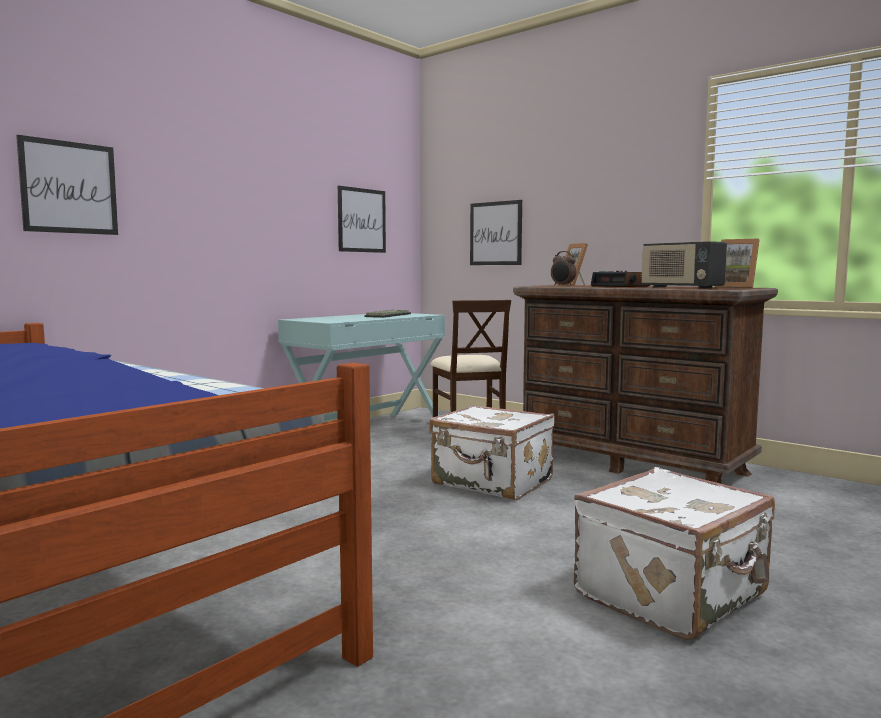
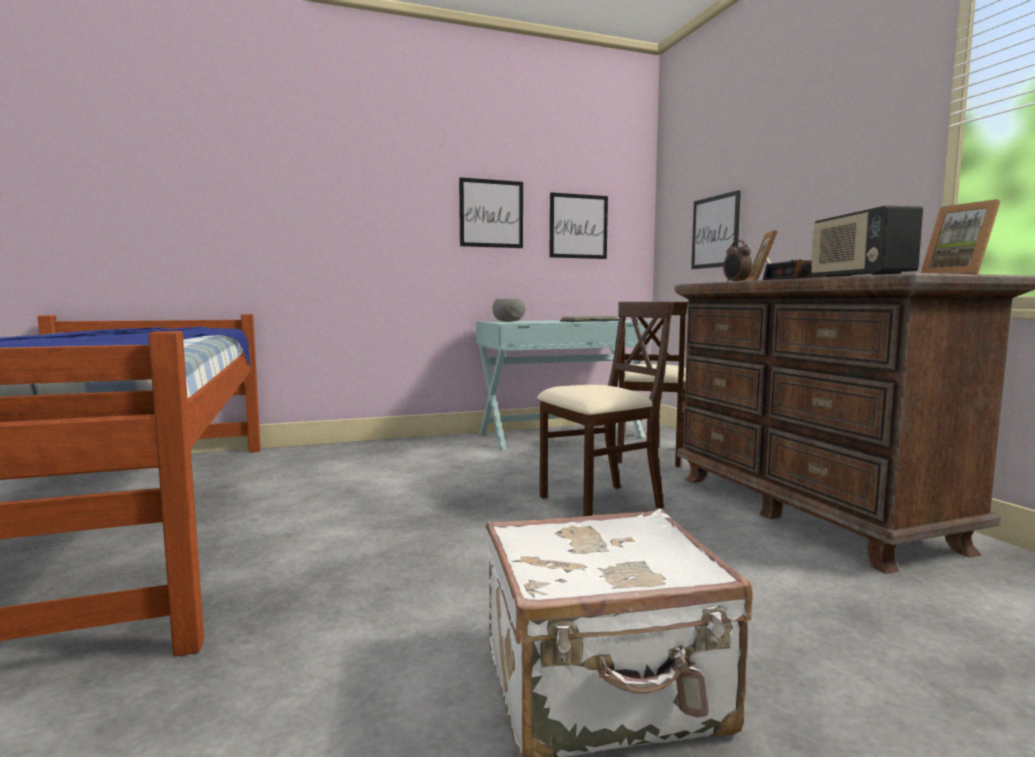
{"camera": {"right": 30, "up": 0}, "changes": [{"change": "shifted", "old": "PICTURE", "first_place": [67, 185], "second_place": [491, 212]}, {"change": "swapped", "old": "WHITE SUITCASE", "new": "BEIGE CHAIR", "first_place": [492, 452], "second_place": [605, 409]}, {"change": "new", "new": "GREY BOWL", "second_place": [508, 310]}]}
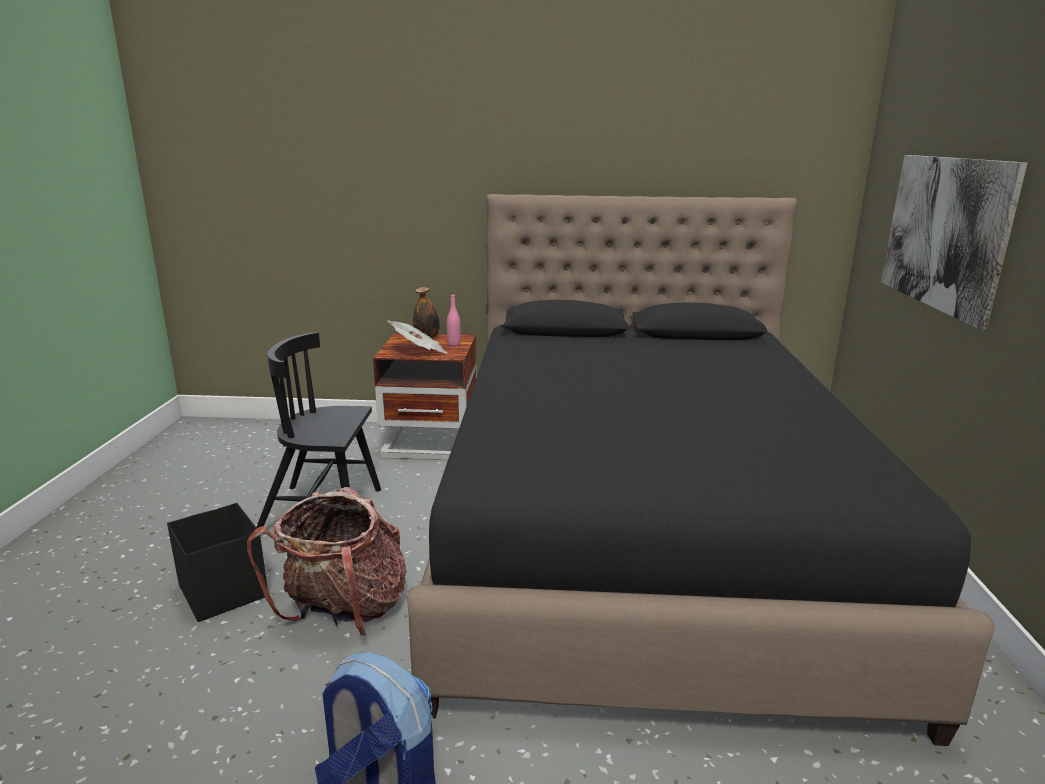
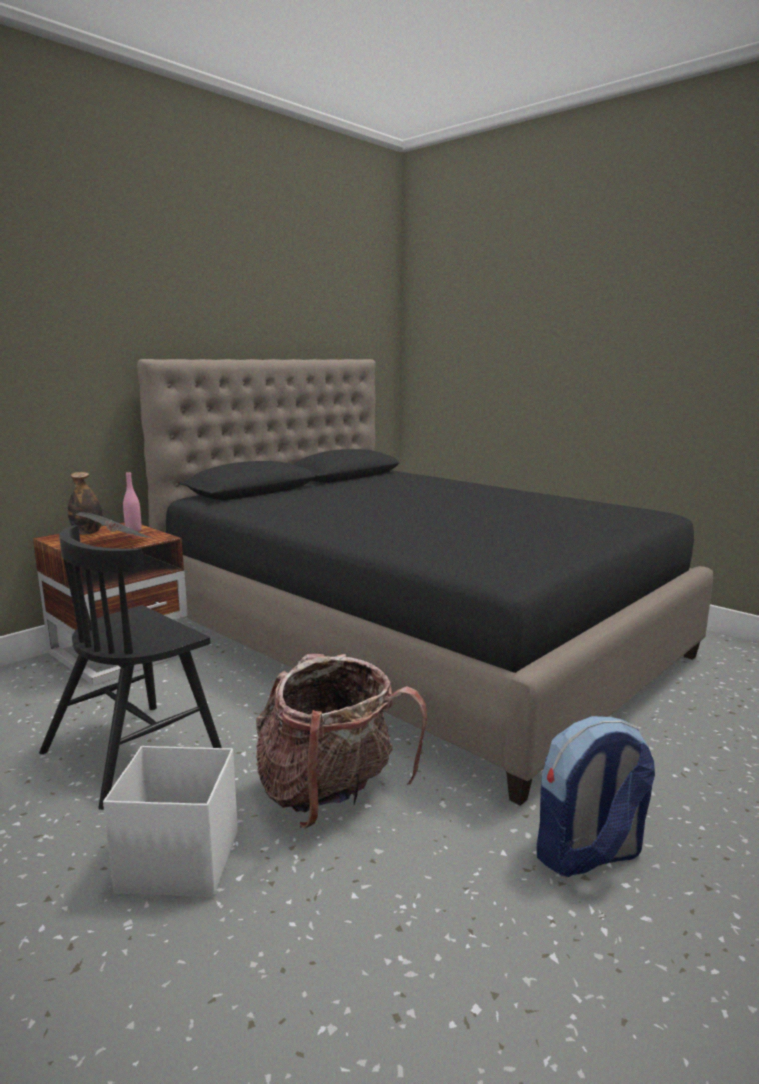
{"camera": {"right": -50, "up": -5}, "changes": [{"change": "repainted", "old": "BLACK STORAGE BOX", "new": "WHITE STORAGE BOX", "first_place": [217, 562], "second_place": [170, 821]}, {"change": "gone", "old": "PICTURE", "first_place": [954, 242]}]}
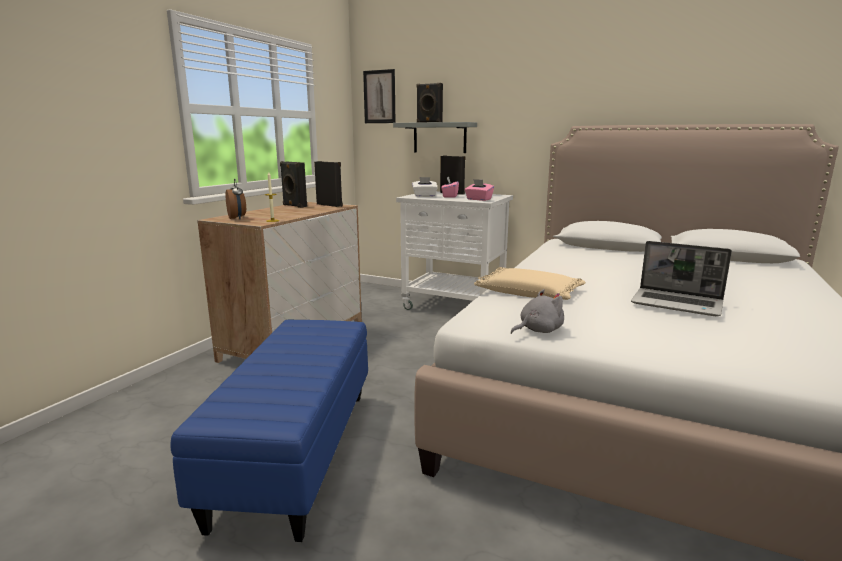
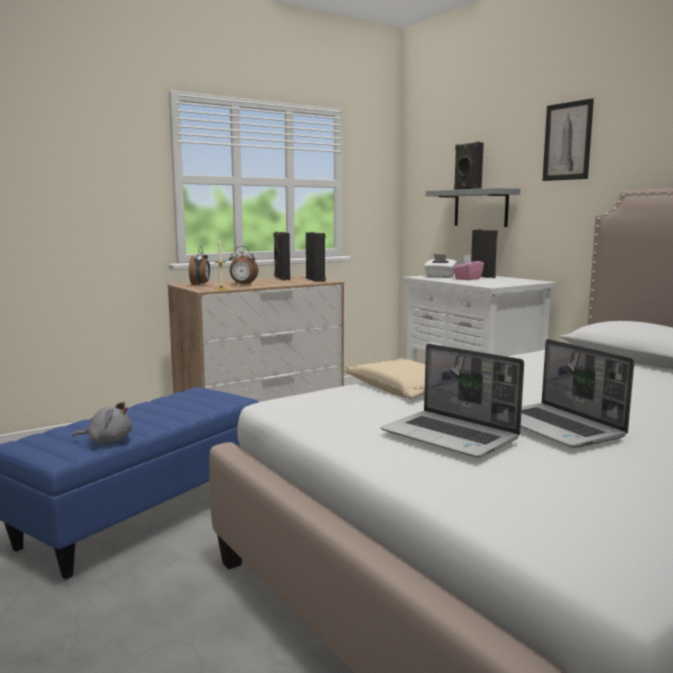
{"camera": {"right": 30, "up": -5}, "changes": [{"change": "shifted", "old": "PICTURE", "first_place": [379, 96], "second_place": [568, 139]}, {"change": "gone", "old": "PINK TISSUE BOX", "first_place": [479, 190]}, {"change": "shifted", "old": "GREY PLUSH TOY", "first_place": [537, 311], "second_place": [102, 422]}, {"change": "new", "new": "ALARM CLOCK", "second_place": [243, 265]}, {"change": "new", "new": "LAPTOP", "second_place": [452, 401]}]}
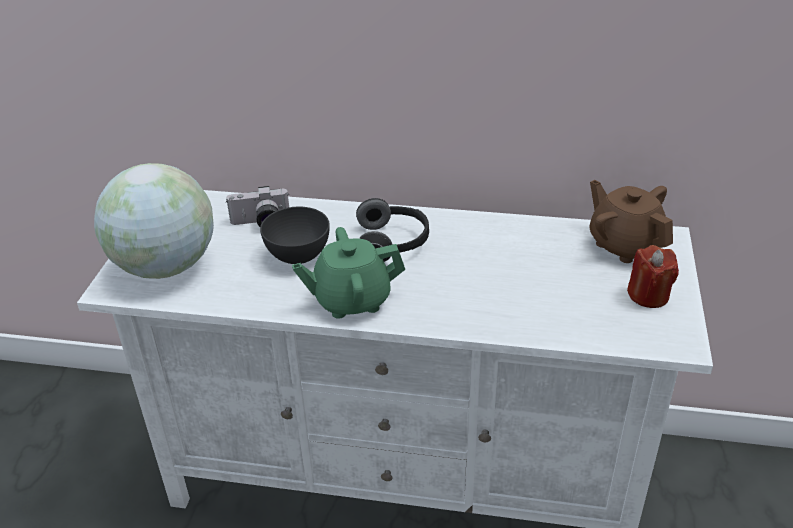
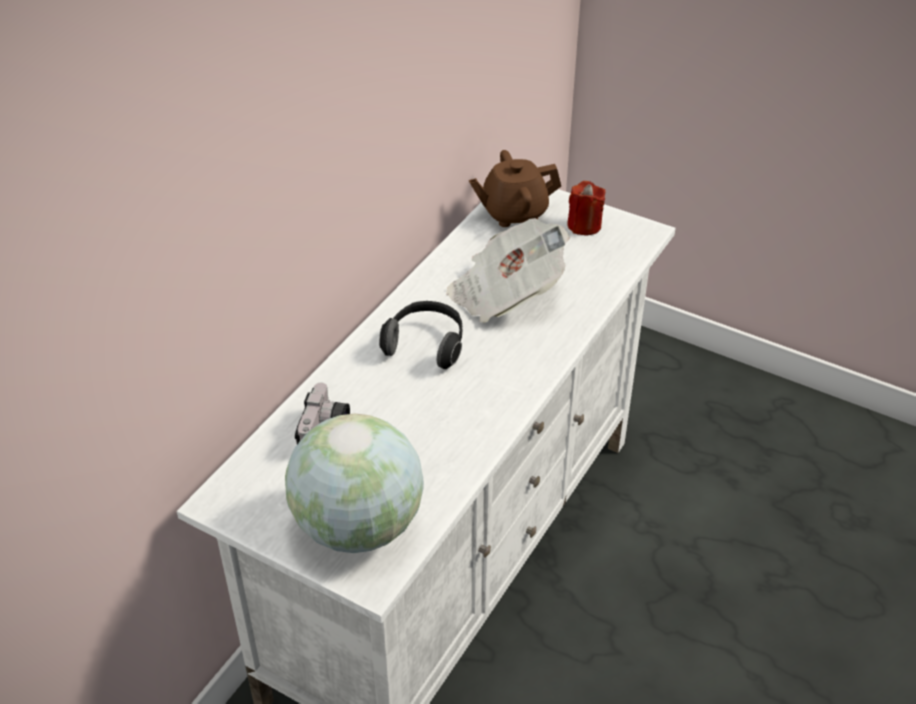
{"camera": {"right": -70, "up": 5}, "changes": [{"change": "gone", "old": "GREY BOWL", "first_place": [295, 235]}, {"change": "gone", "old": "GREEN TEAPOT", "first_place": [348, 273]}, {"change": "new", "new": "NEWSPAPER", "second_place": [508, 270]}]}
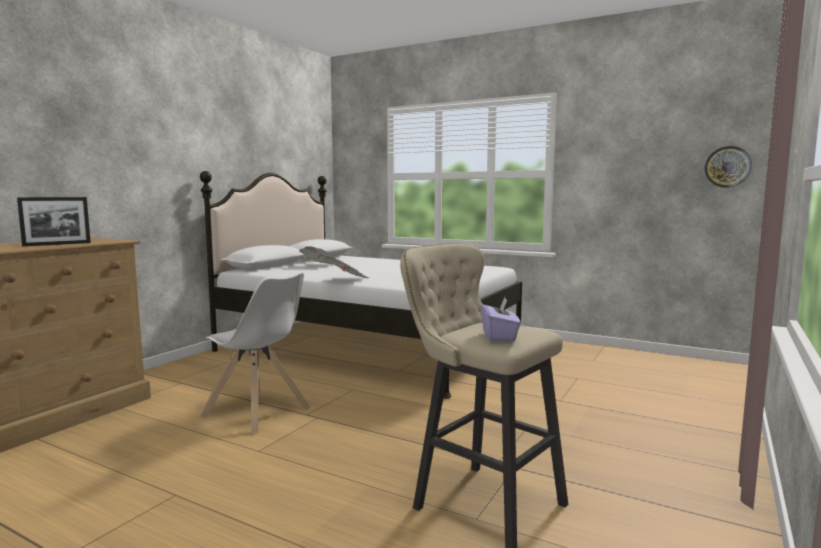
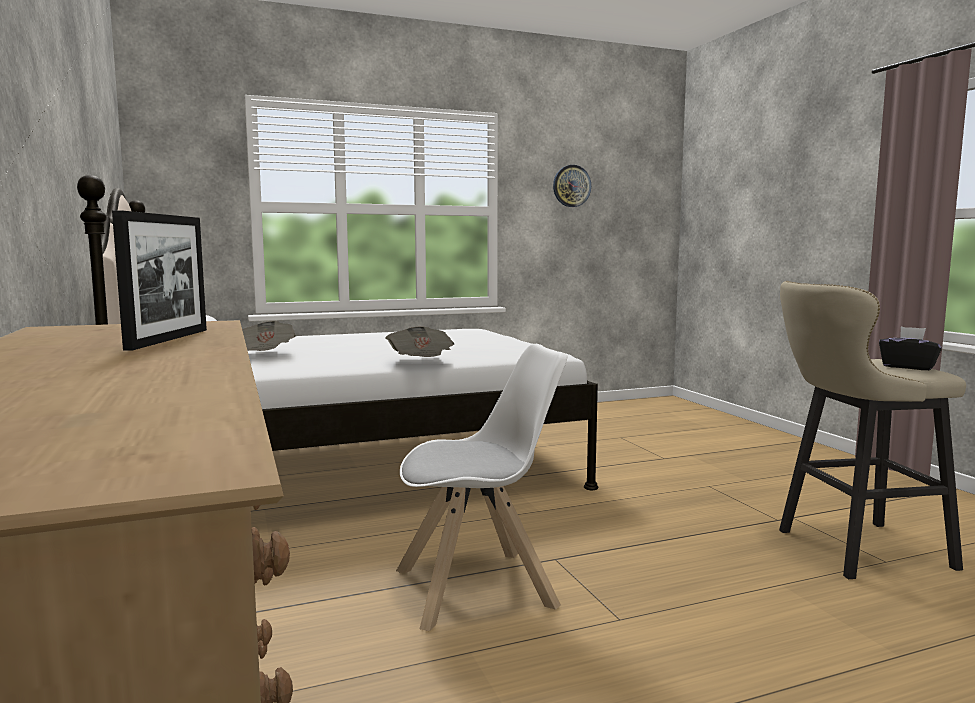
{"camera": {"right": -50, "up": 0}, "changes": [{"change": "repainted", "old": "PURPLE TISSUE BOX", "new": "BLACK TISSUE BOX", "first_place": [501, 319], "second_place": [910, 348]}, {"change": "shifted", "old": "WALL CLOCK", "first_place": [728, 167], "second_place": [572, 186]}]}
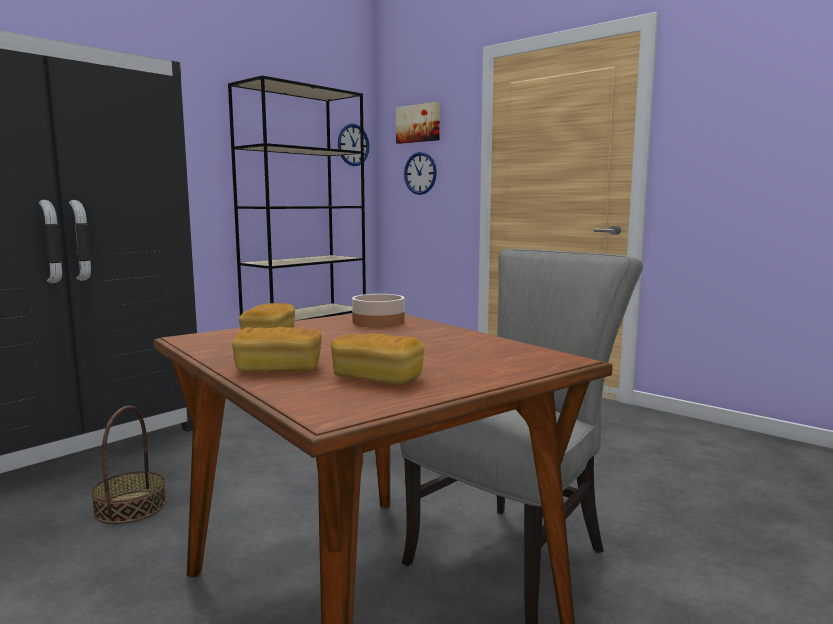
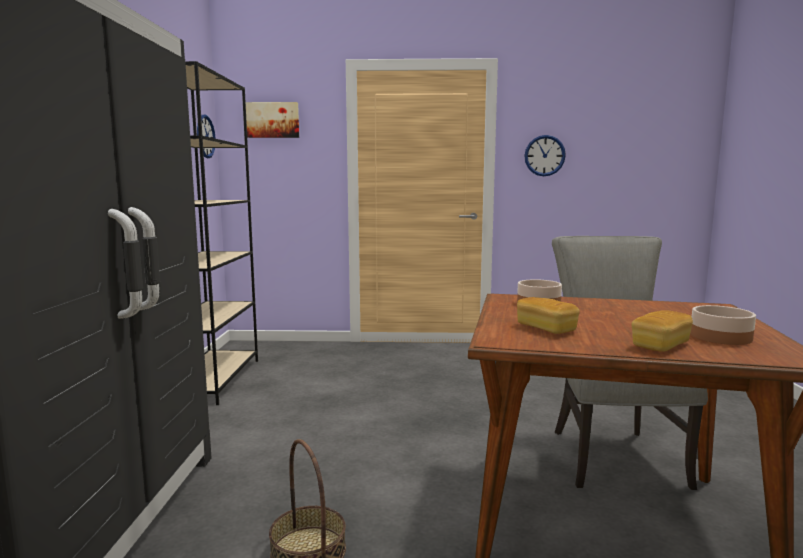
{"camera": {"right": -40, "up": 0}, "changes": [{"change": "swapped", "old": "BREAD", "new": "BOWL", "first_place": [377, 359], "second_place": [723, 325]}, {"change": "shifted", "old": "WALL CLOCK", "first_place": [420, 173], "second_place": [545, 155]}]}
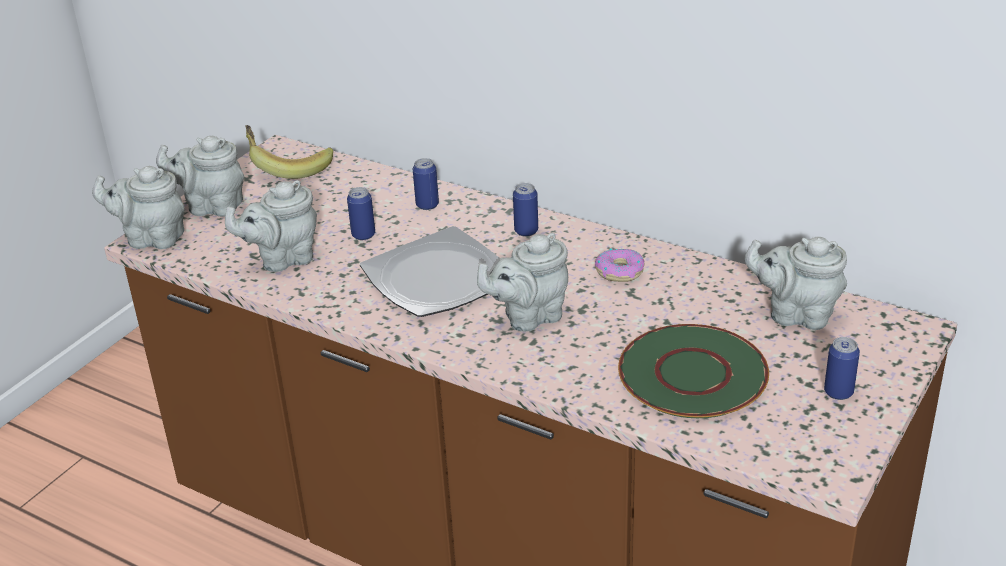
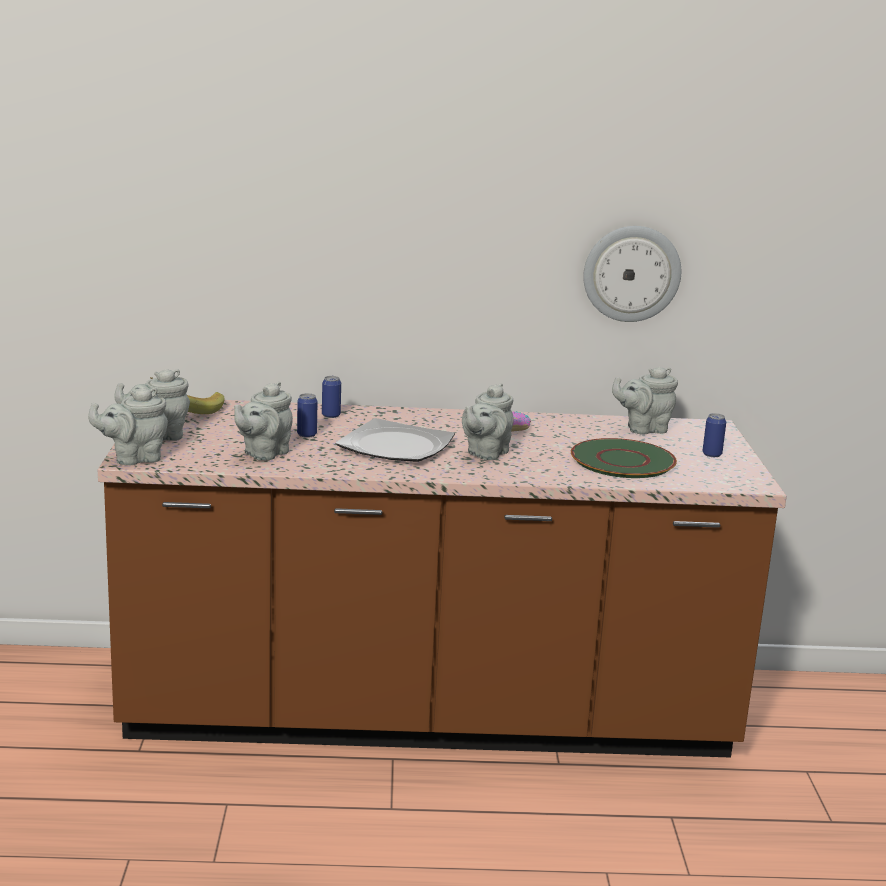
{"camera": {"right": -35, "up": -15}, "changes": [{"change": "gone", "old": "CAN", "first_place": [525, 210]}, {"change": "new", "new": "WALL CLOCK", "second_place": [632, 274]}]}
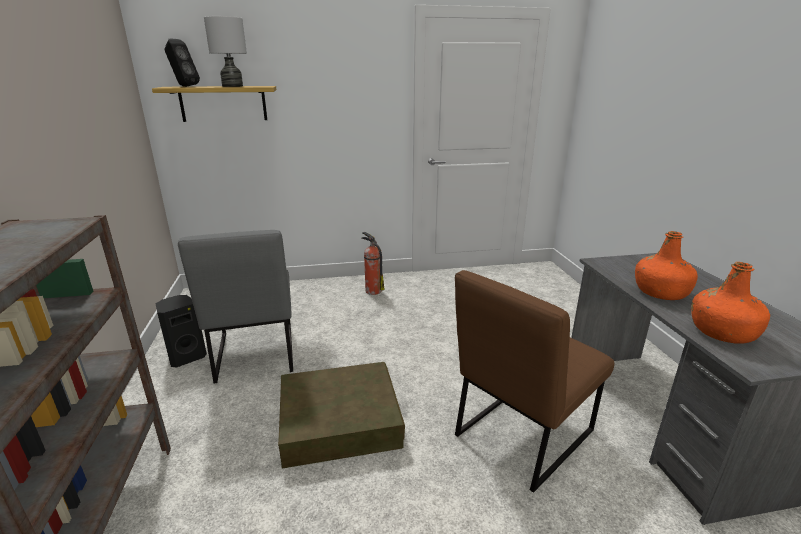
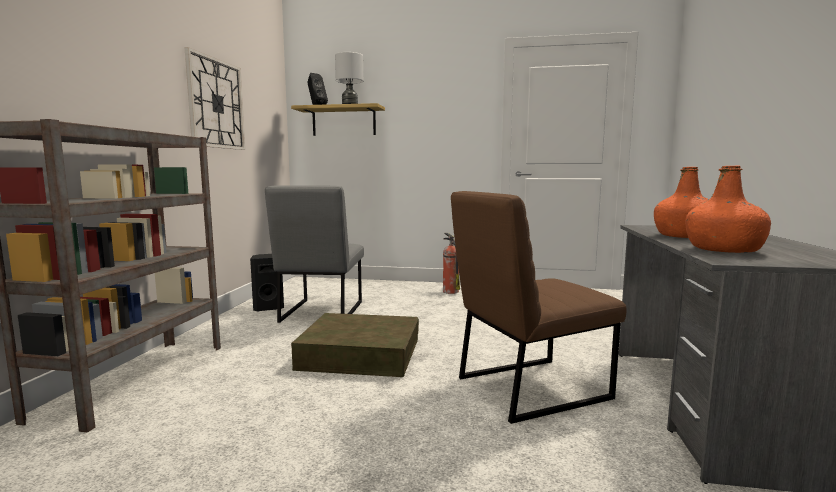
{"camera": {"right": 20, "up": -15}, "changes": [{"change": "new", "new": "WALL CLOCK", "second_place": [214, 98]}]}
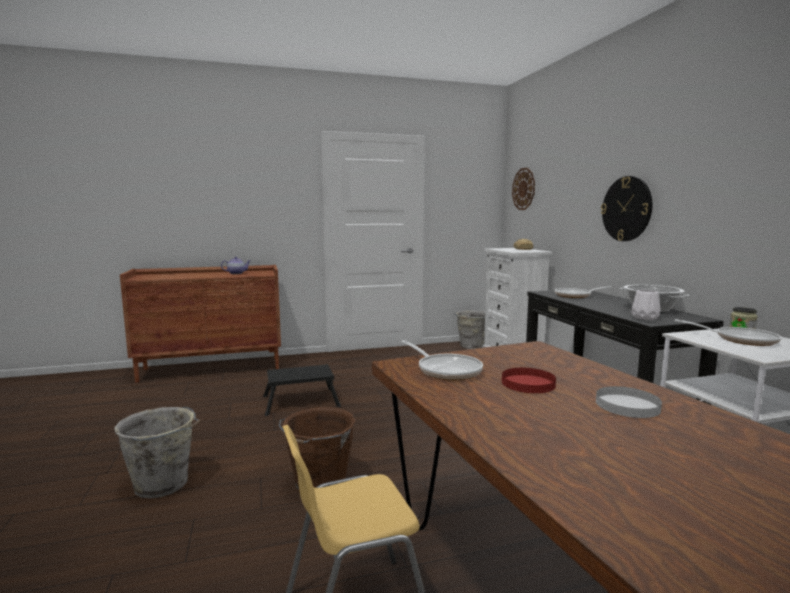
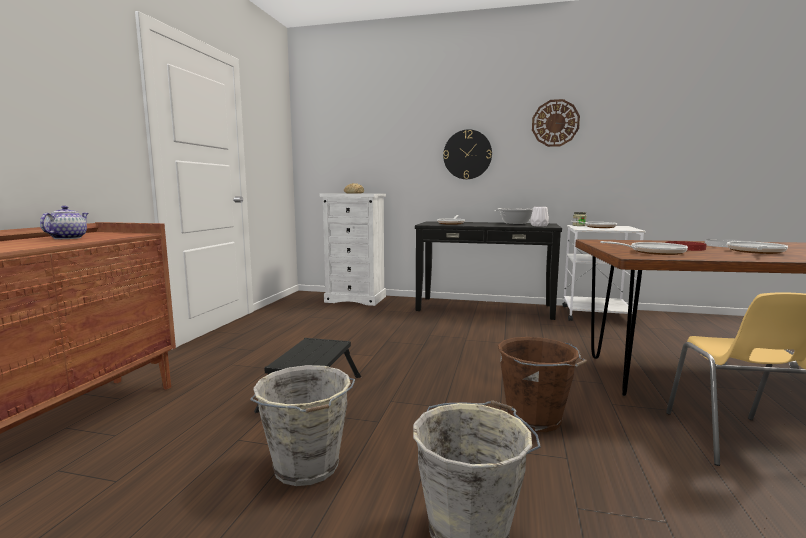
{"camera": {"right": -60, "up": 0}, "changes": [{"change": "shifted", "old": "GREY BUCKET", "first_place": [469, 329], "second_place": [302, 425]}, {"change": "shifted", "old": "WALL CLOCK", "first_place": [523, 189], "second_place": [556, 123]}, {"change": "new", "new": "FRYING PAN", "second_place": [757, 247]}]}
